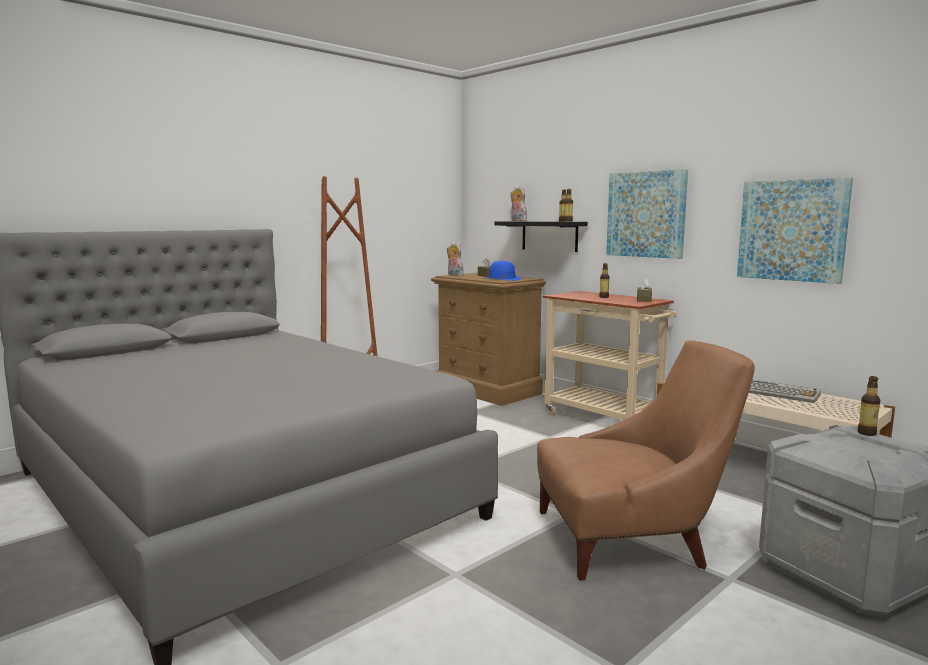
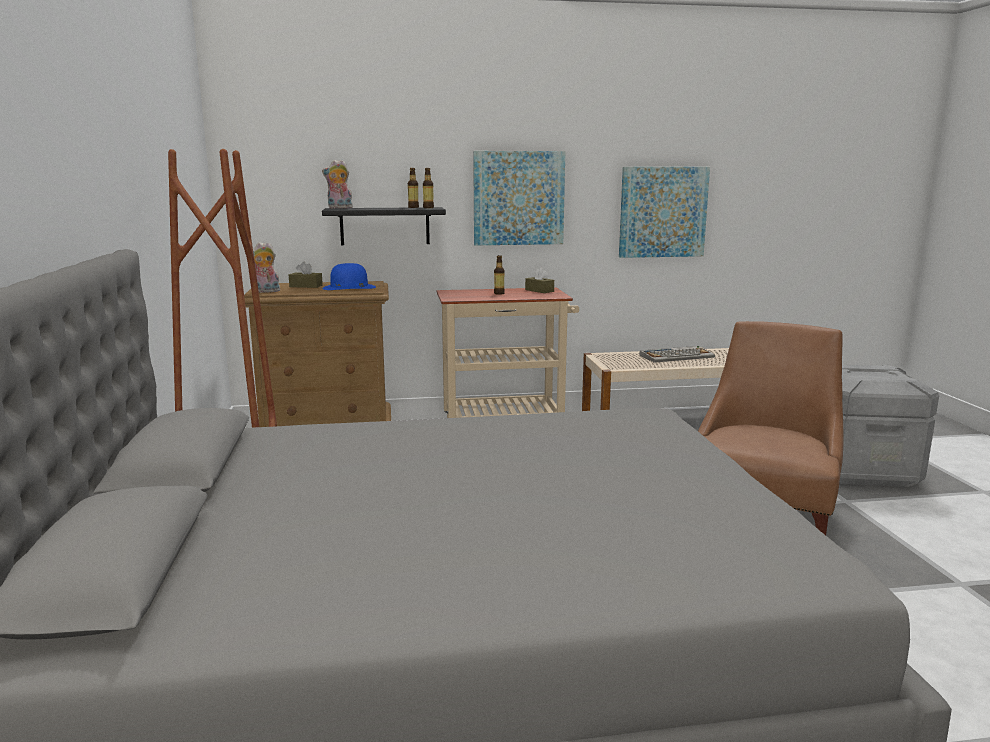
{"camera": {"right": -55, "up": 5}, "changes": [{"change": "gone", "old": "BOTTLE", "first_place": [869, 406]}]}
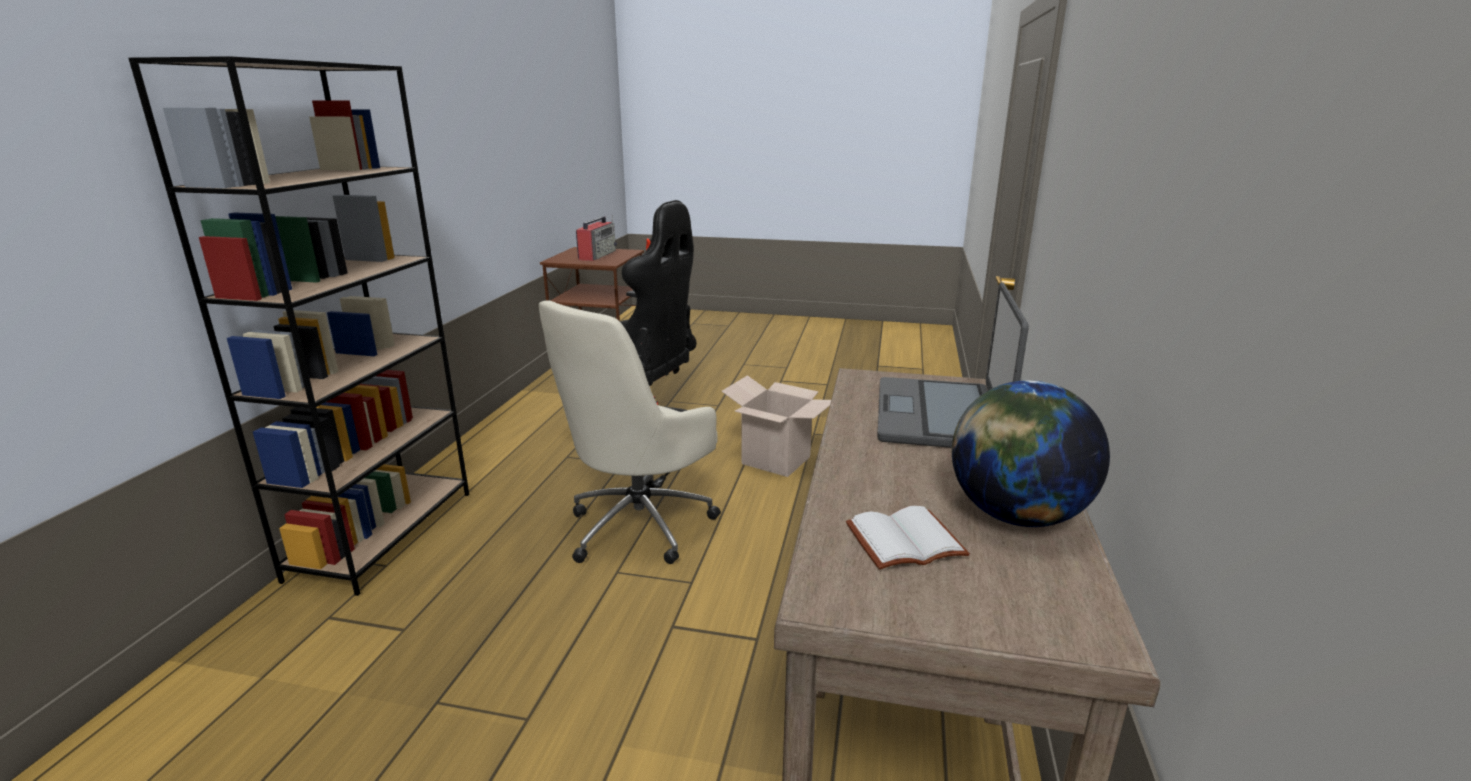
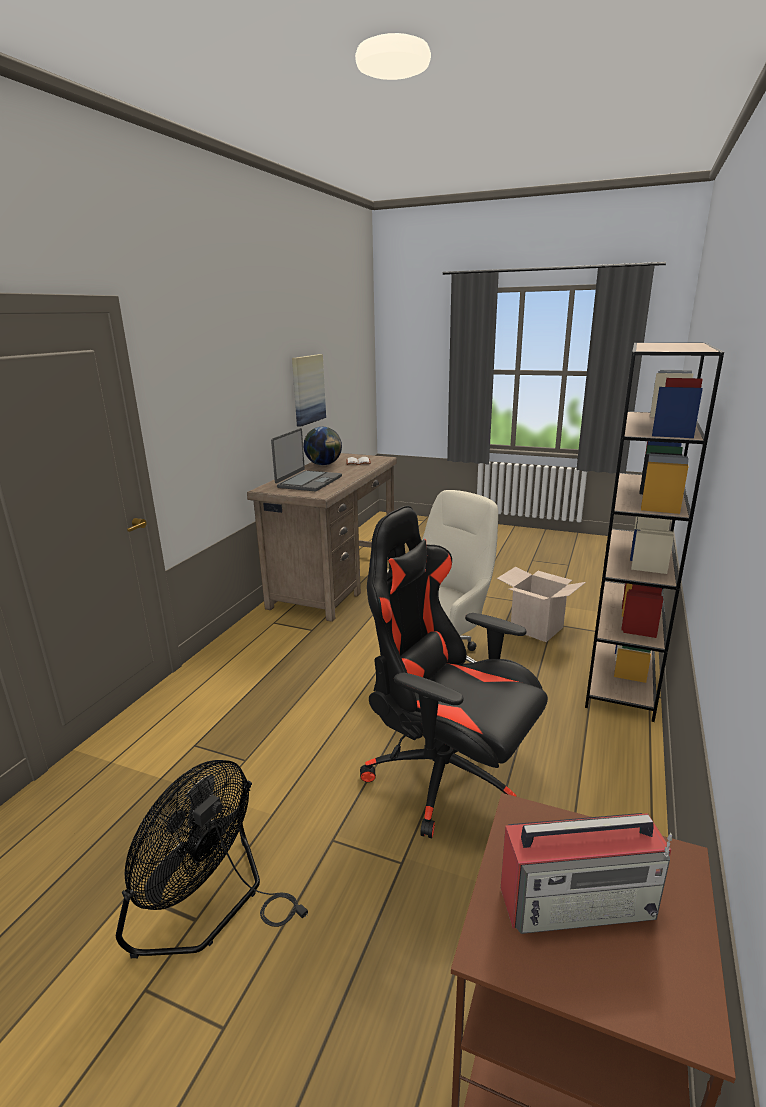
{"camera": {"right": -170, "up": 0}, "changes": [{"change": "rotated", "old": "RADIO", "first_place": [596, 237], "second_place": [586, 873], "degrees": -120}, {"change": "shifted", "old": "CARDBOARD BOX", "first_place": [776, 426], "second_place": [541, 604]}, {"change": "new", "new": "BLACK FAN", "second_place": [212, 859]}, {"change": "new", "new": "PICTURE", "second_place": [309, 390]}]}
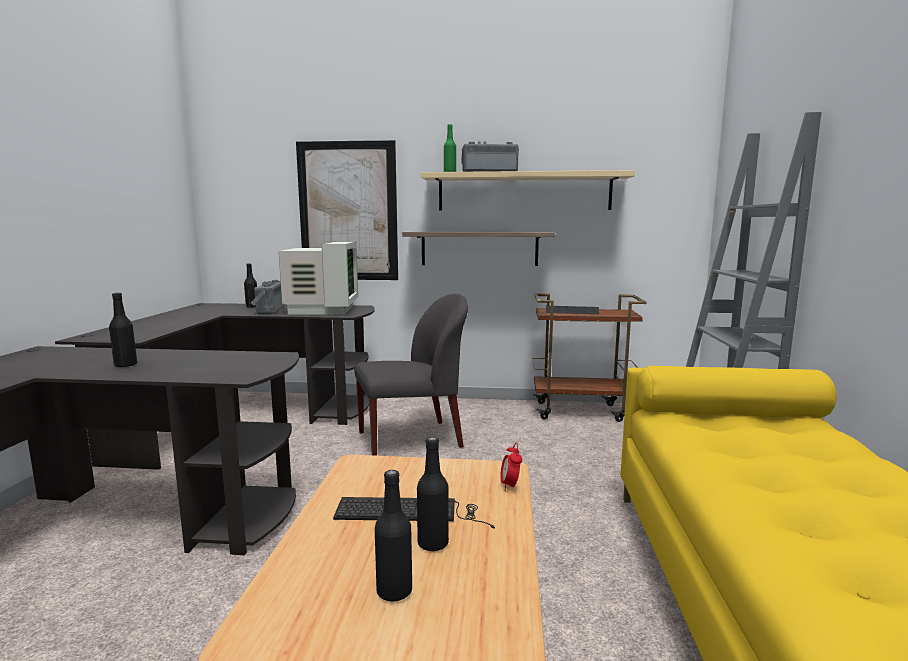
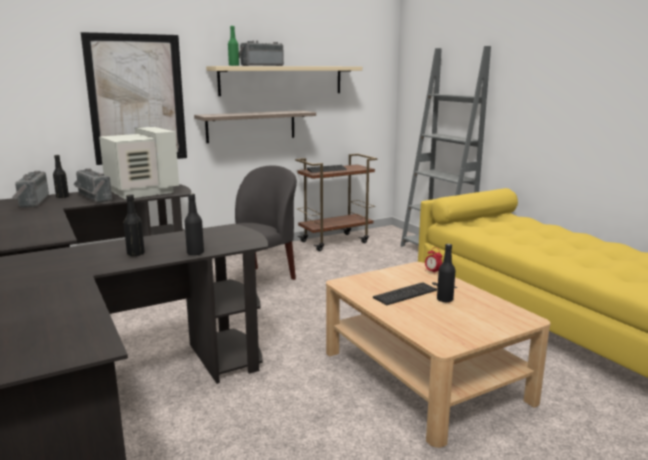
{"camera": {"right": -35, "up": 5}, "changes": [{"change": "shifted", "old": "BLACK BOTTLE", "first_place": [393, 536], "second_place": [194, 225]}, {"change": "new", "new": "RADIO", "second_place": [31, 189]}]}
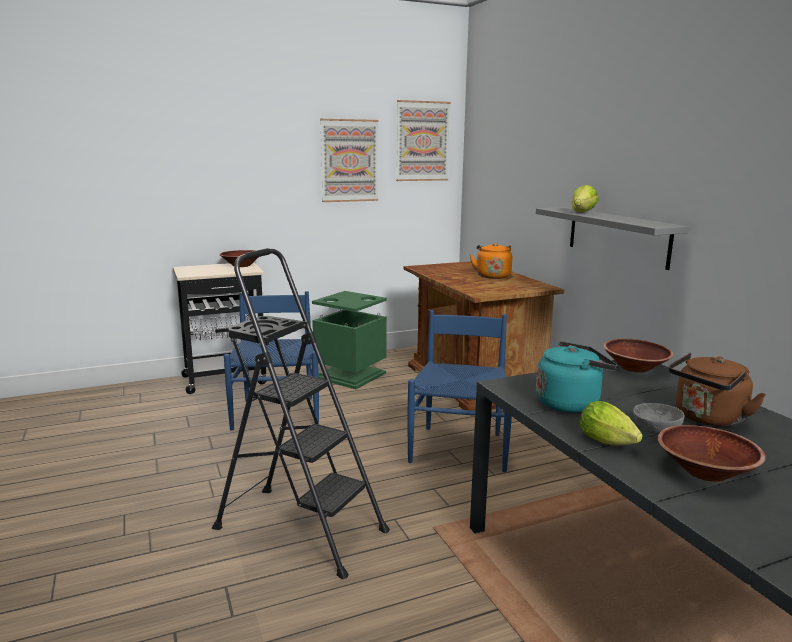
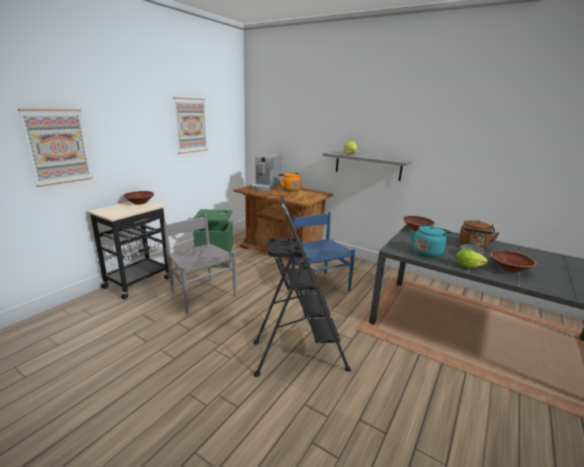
{"camera": {"right": -35, "up": 5}, "changes": [{"change": "repainted", "old": "BLUE CHAIR", "new": "GREY CHAIR", "first_place": [271, 361], "second_place": [200, 264]}, {"change": "shifted", "old": "PICTURE", "first_place": [423, 140], "second_place": [55, 148]}, {"change": "new", "new": "COFFEE MACHINE", "second_place": [266, 172]}]}
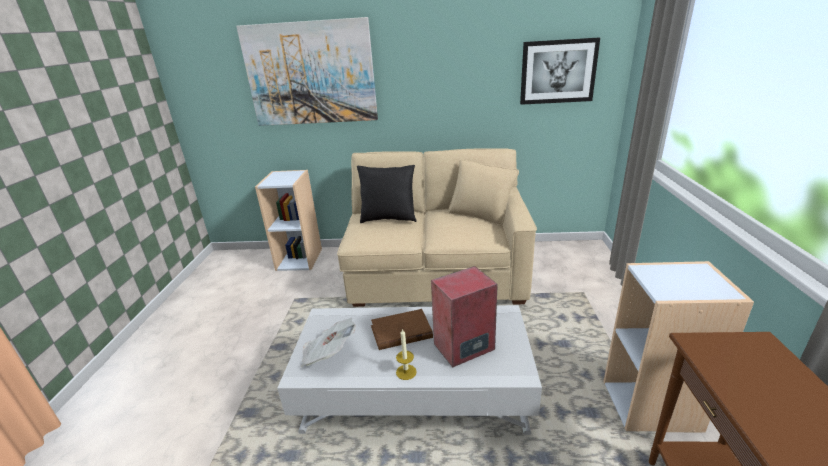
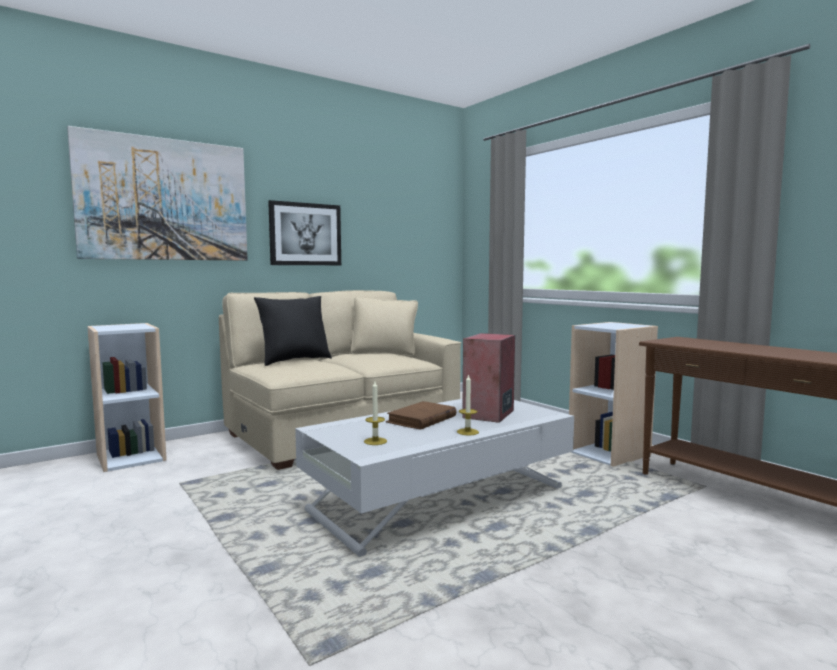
{"camera": {"right": -40, "up": -20}, "changes": [{"change": "swapped", "old": "NEWSPAPER", "new": "CANDLE", "first_place": [328, 342], "second_place": [375, 413]}, {"change": "shifted", "old": "PICTURE", "first_place": [560, 71], "second_place": [304, 232]}]}
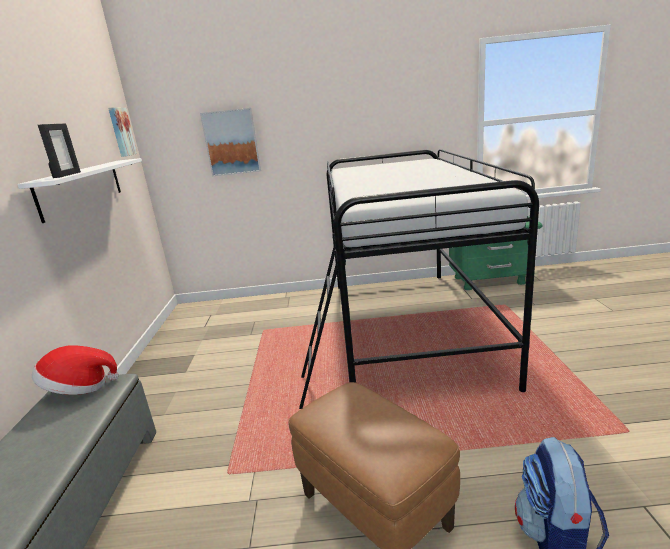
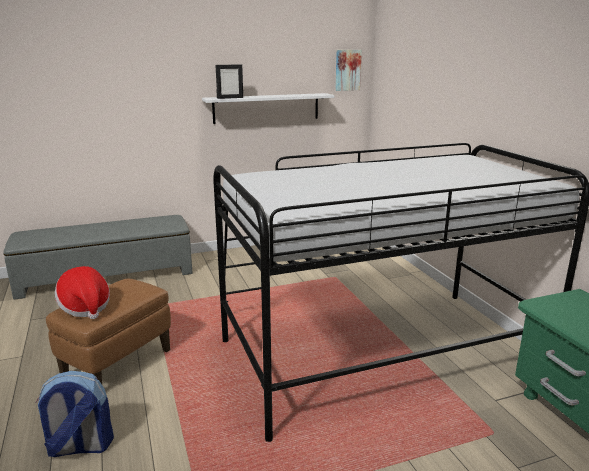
{"camera": {"right": 70, "up": 0}, "changes": [{"change": "shifted", "old": "HAT", "first_place": [75, 370], "second_place": [82, 292]}, {"change": "gone", "old": "PICTURE", "first_place": [230, 142]}]}
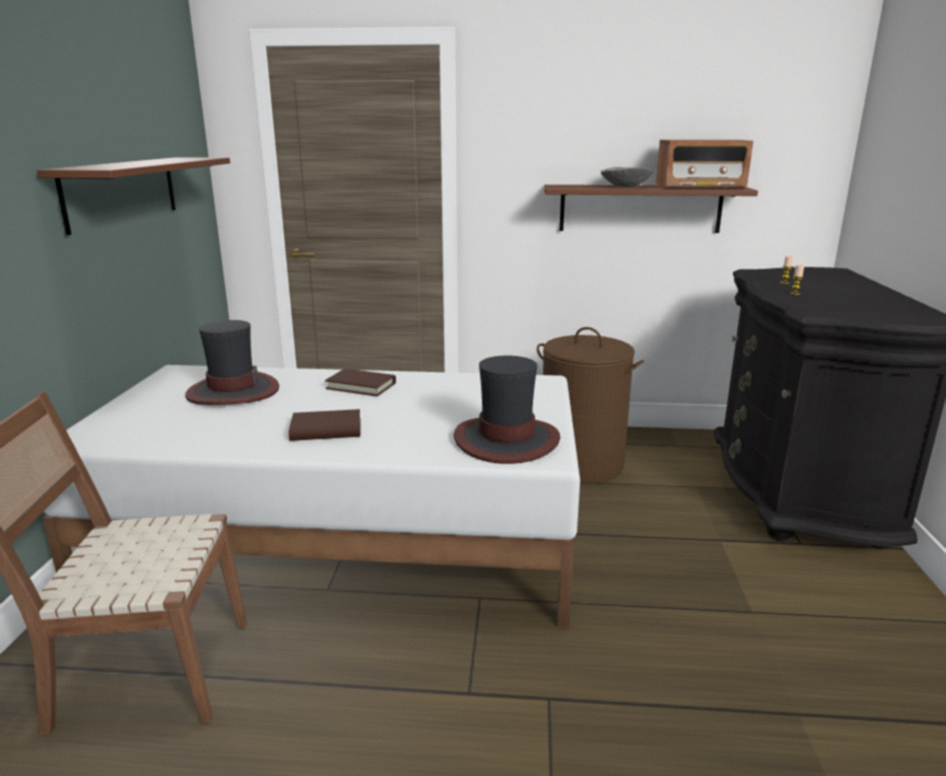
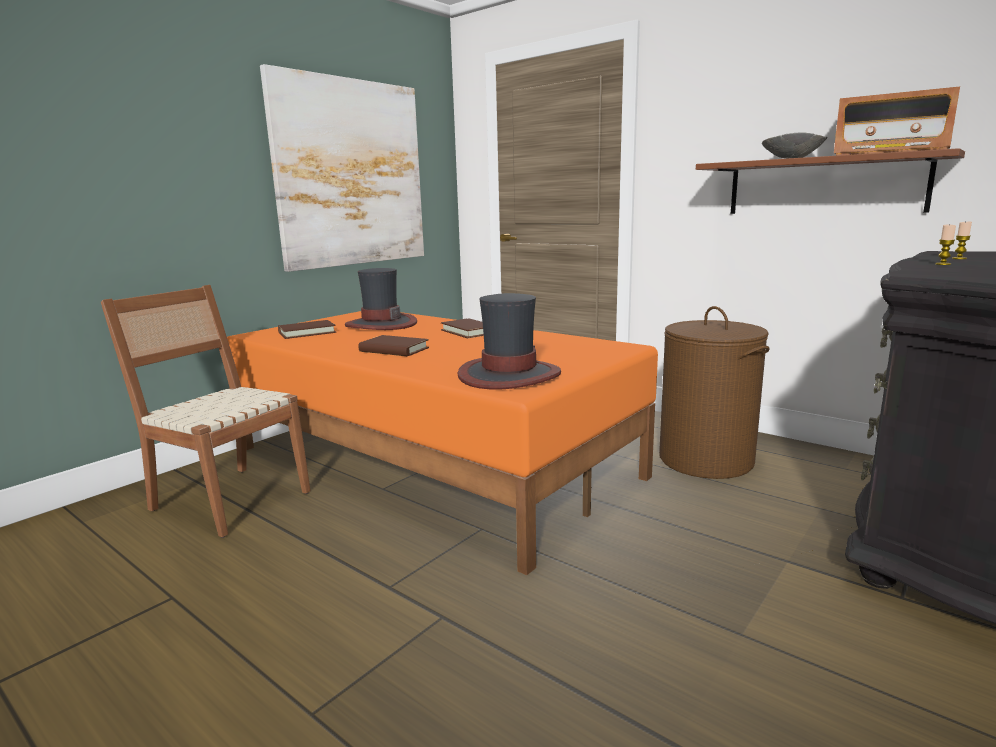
{"camera": {"right": 35, "up": -5}, "changes": [{"change": "swapped", "old": "BROWN SHELF", "new": "PICTURE", "first_place": [133, 196], "second_place": [342, 168]}, {"change": "repainted", "old": "WHITE BED", "new": "ORANGE BED", "first_place": [311, 496], "second_place": [442, 443]}, {"change": "new", "new": "BROWN BOOK", "second_place": [307, 329]}]}
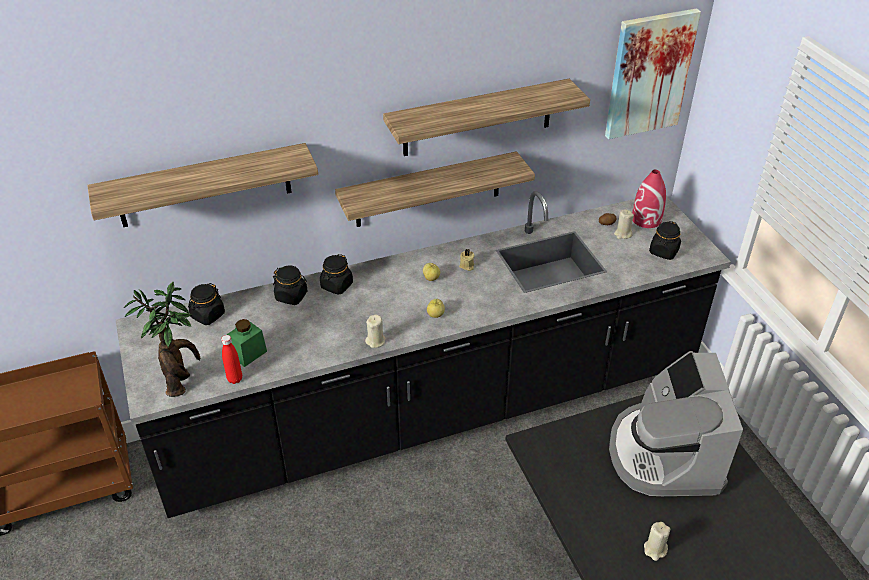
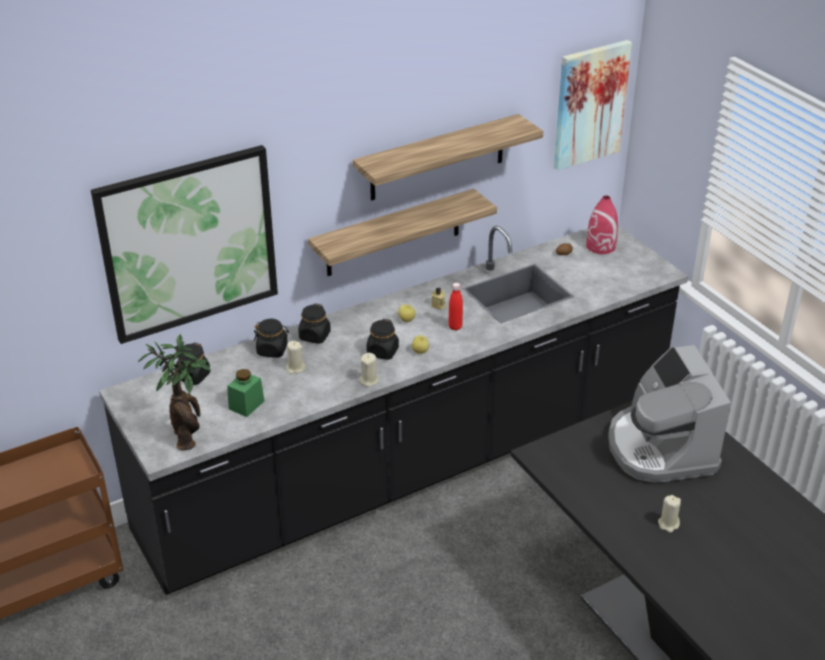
{"camera": {"right": -10, "up": -5}, "changes": [{"change": "swapped", "old": "SHELF", "new": "PICTURE", "first_place": [202, 185], "second_place": [184, 244]}, {"change": "shifted", "old": "RED BOTTLE", "first_place": [231, 359], "second_place": [455, 306]}, {"change": "shifted", "old": "BEIGE CANDLE", "first_place": [624, 224], "second_place": [296, 357]}, {"change": "shifted", "old": "BLACK JAR", "first_place": [665, 240], "second_place": [383, 339]}]}
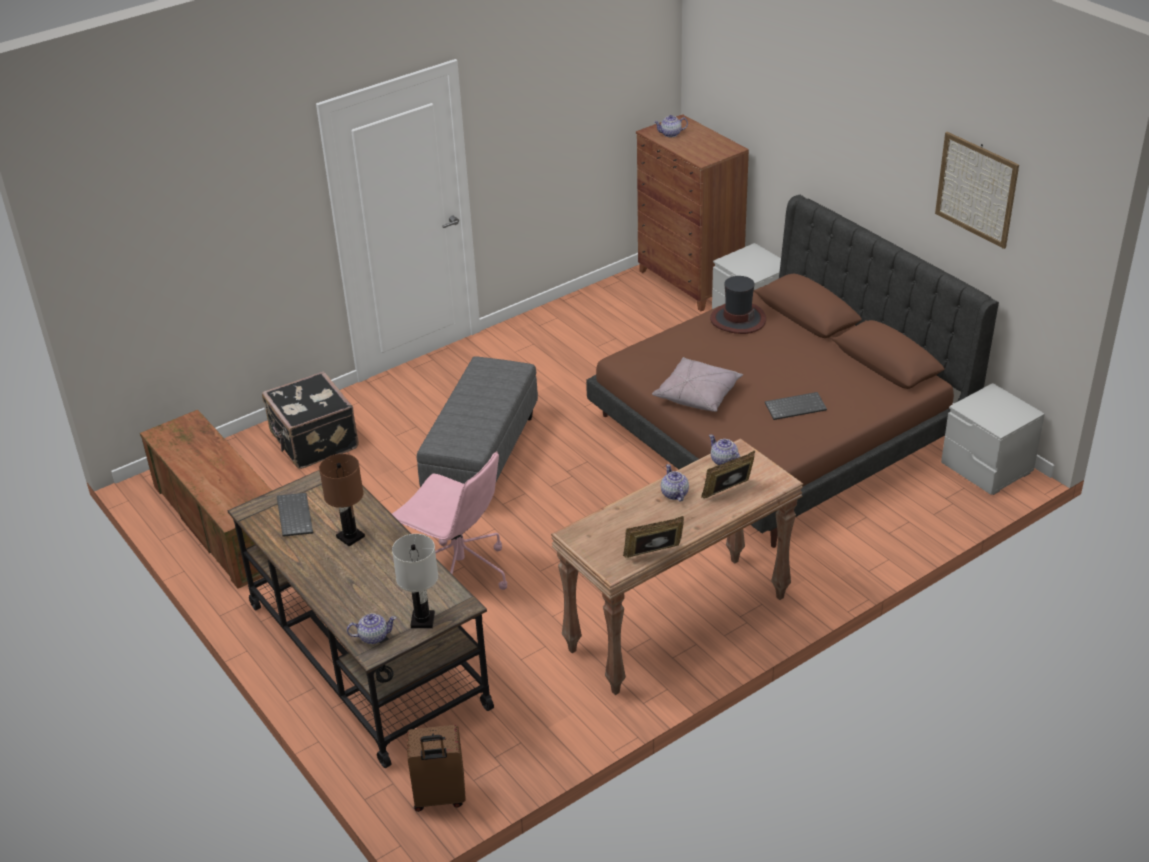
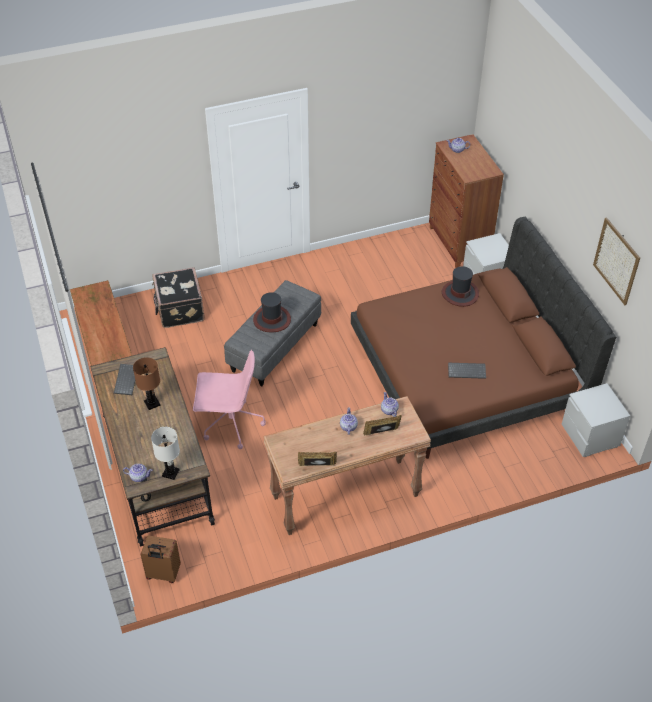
{"camera": {"right": 15, "up": 10}, "changes": [{"change": "rotated", "old": "PINK OFFICE CHAIR", "first_place": [449, 520], "second_place": [229, 399], "degrees": -45}, {"change": "gone", "old": "PURPLE PILLOW", "first_place": [697, 384]}, {"change": "new", "new": "HAT", "second_place": [272, 312]}]}
